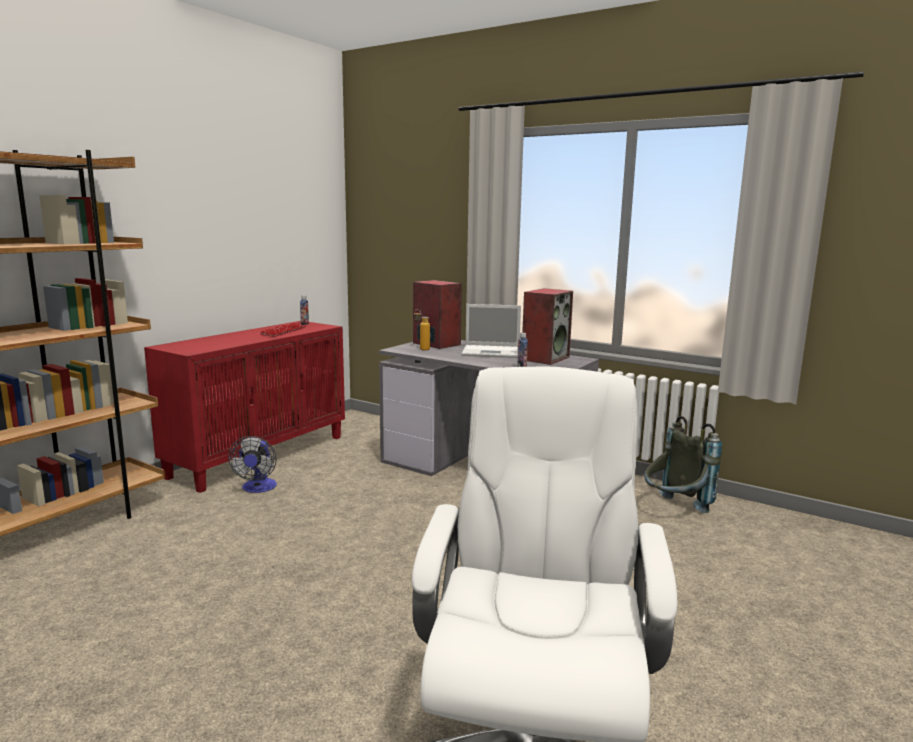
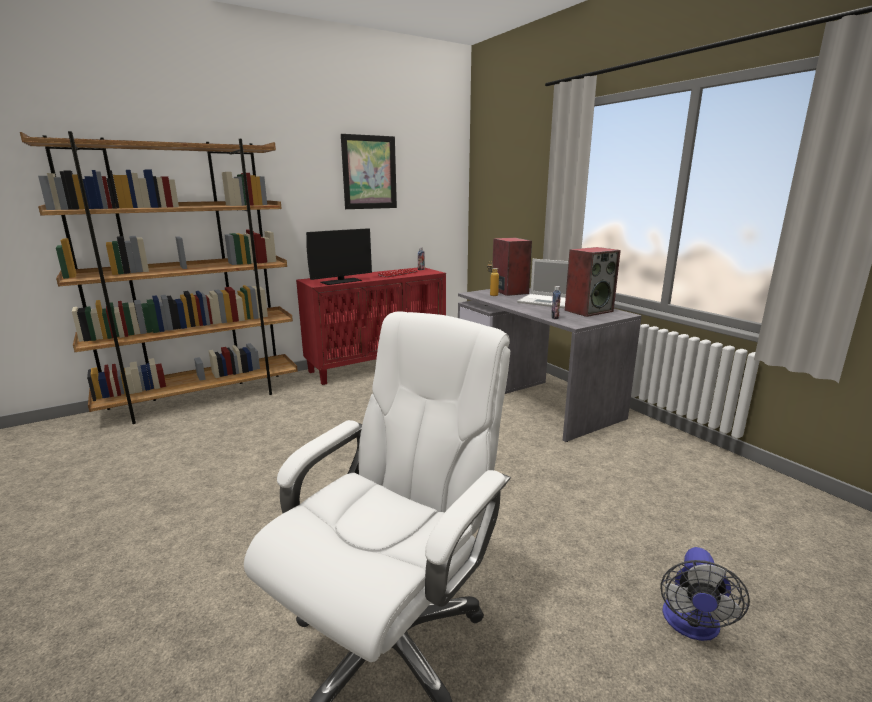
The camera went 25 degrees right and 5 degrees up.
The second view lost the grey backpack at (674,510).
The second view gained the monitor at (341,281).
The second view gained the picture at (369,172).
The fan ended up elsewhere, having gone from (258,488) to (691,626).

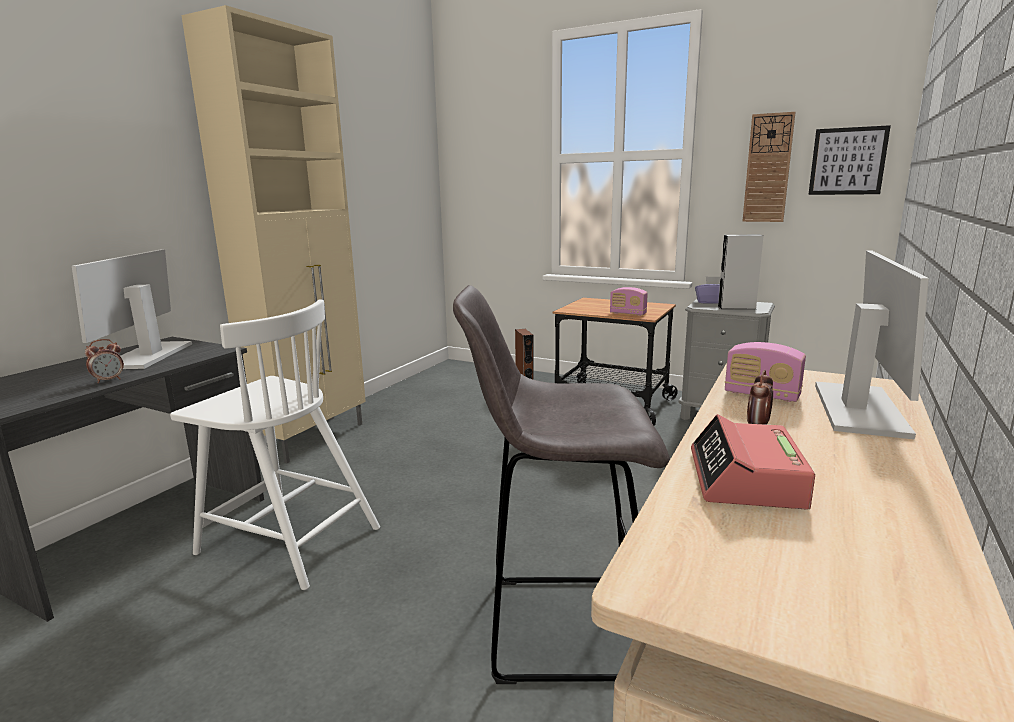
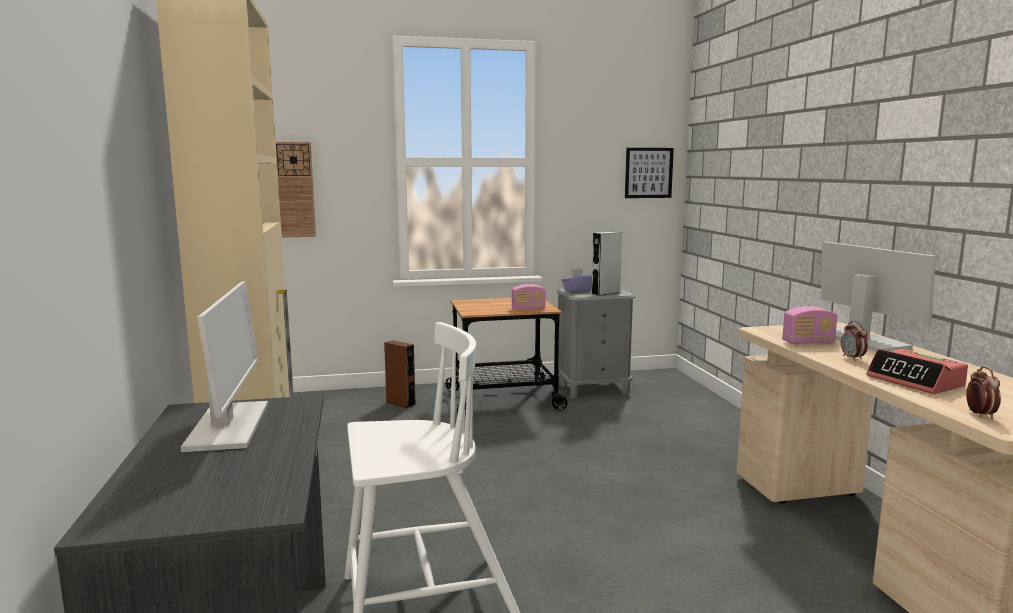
The camera went 40 degrees left and 5 degrees down.
The second view lost the grey stool at (557,626).
The alarm clock ended up elsewhere, having gone from (109,380) to (980,415).
The wall clock ended up elsewhere, having gone from (768,168) to (295,190).
The monitor at (148,355) ended up facing another way, 150 degrees counterclockwise from before.

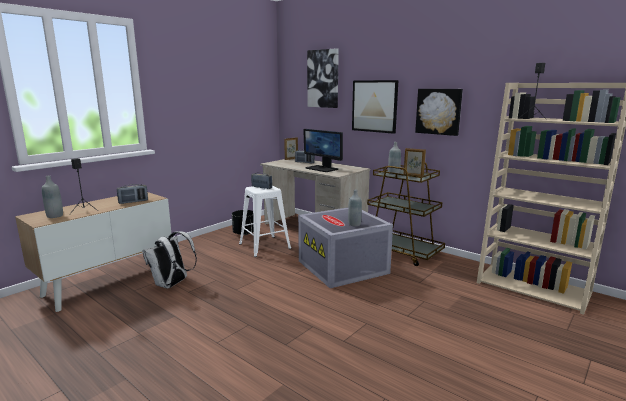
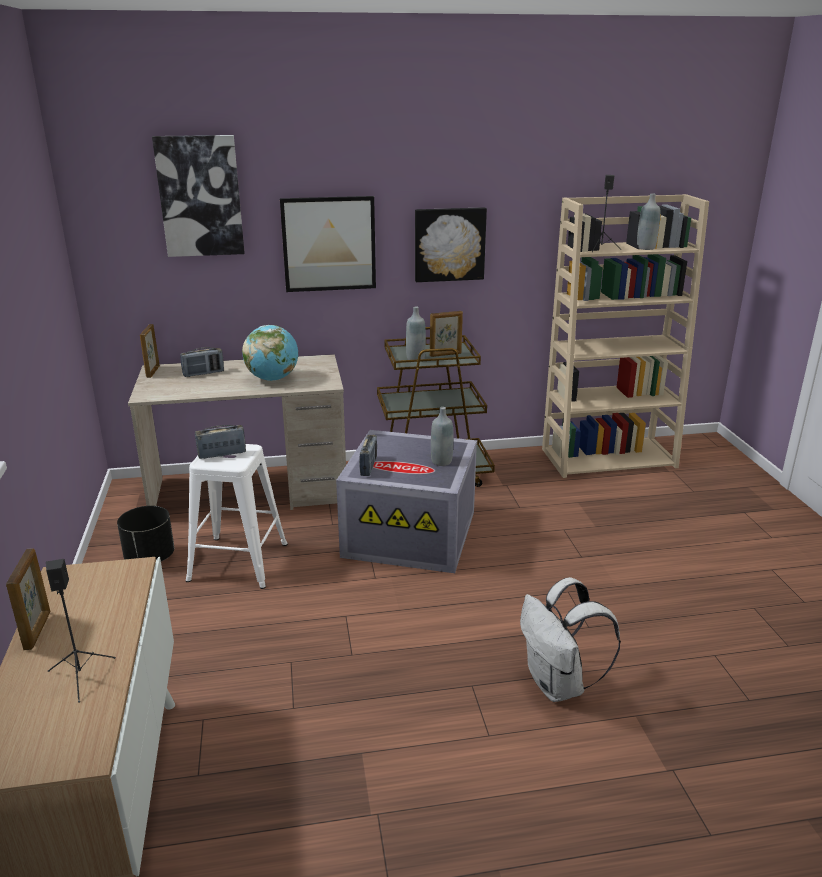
The camera went 50 degrees left and 10 degrees up.
The second view gained the picture frame at (38,630).
The grey bottle ended up elsewhere, having gone from (55,216) to (645,248).
The radio ended up elsewhere, having gone from (133,202) to (368,466).
The white backpack ended up elsewhere, having gone from (172,284) to (559,685).
Where the monitor stood at (322,168), the globe came to stand at (272,379).

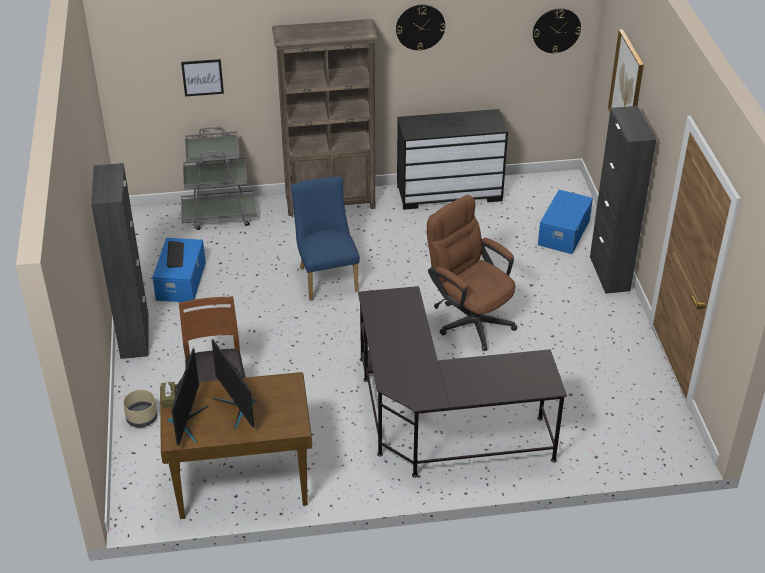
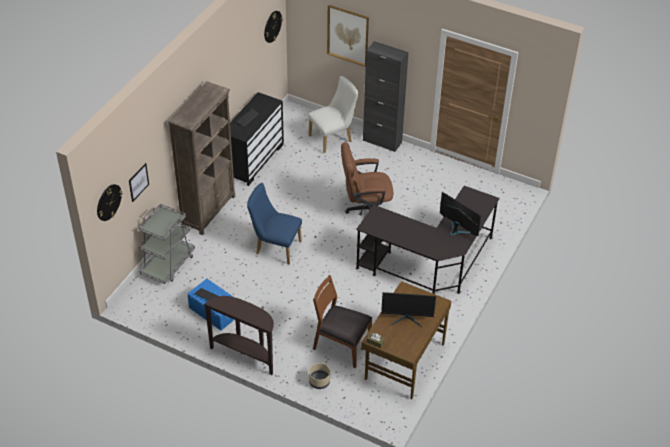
The camera went 55 degrees left and 5 degrees up.
The monitor ended up elsewhere, having gone from (187,422) to (457,229).
The wall clock ended up elsewhere, having gone from (420,27) to (108,202).
Where the black cabinet stood at (134,336), the brown console table came to stand at (245,355).
Where the blue storage box stood at (563,232), the white chair came to stand at (333,138).

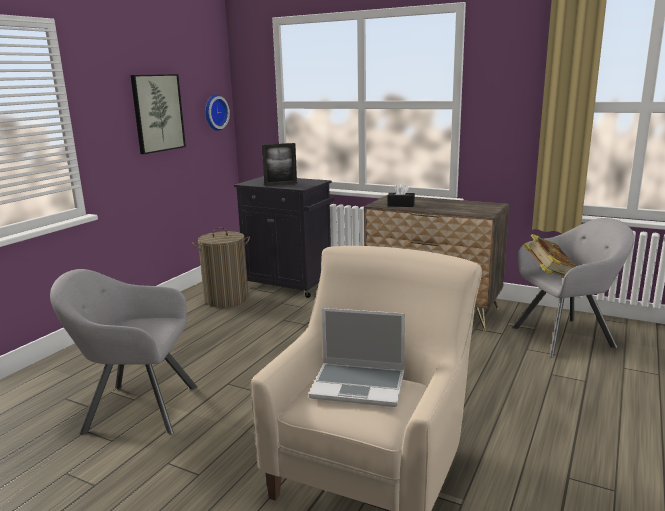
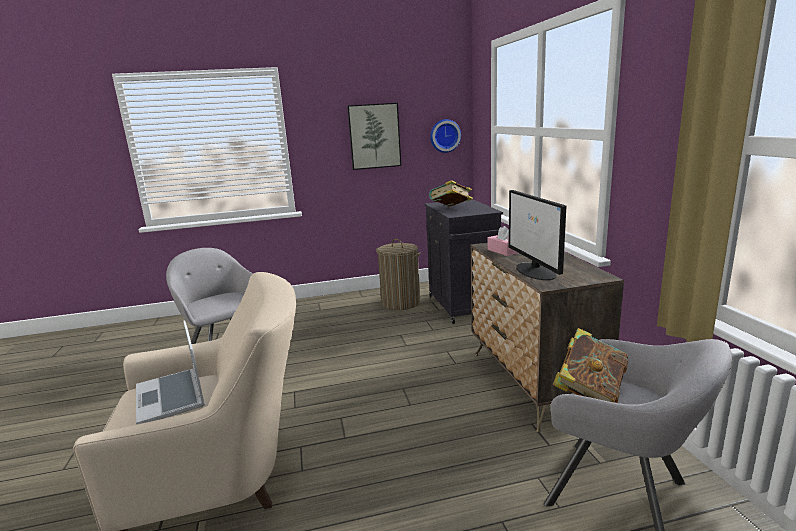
The camera went 50 degrees right and 0 degrees up.
The second view gained the monitor at (535,271).
Where the picture frame stood at (280,184), the book came to stand at (451,209).
What was the black tissue box at (401,205) turned into the pink tissue box at (503,251).

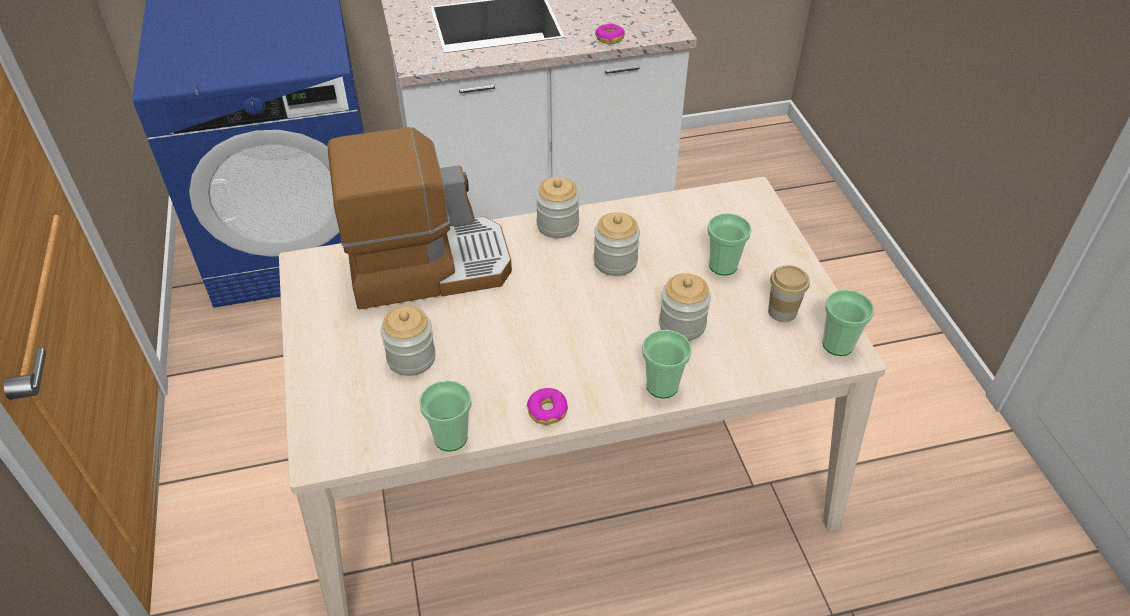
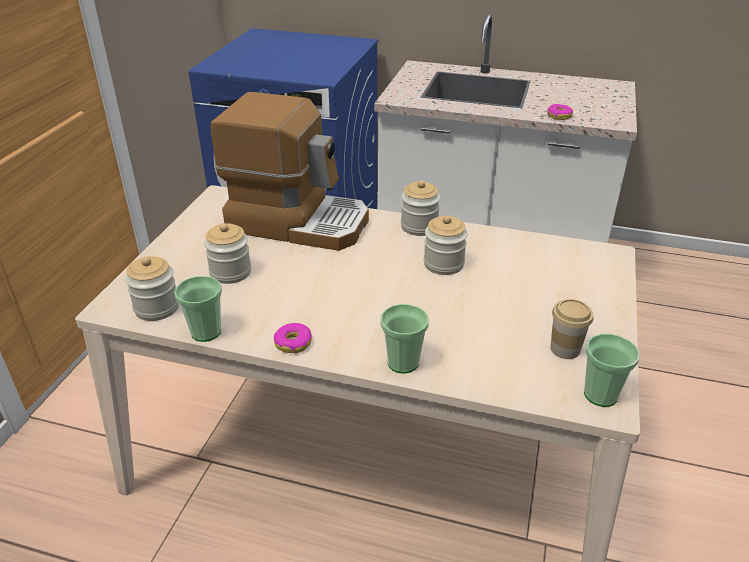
The camera went 30 degrees right and 10 degrees down.
The second view lost the cup at (723,266).
The jar ended up elsewhere, having gone from (682,325) to (157,308).

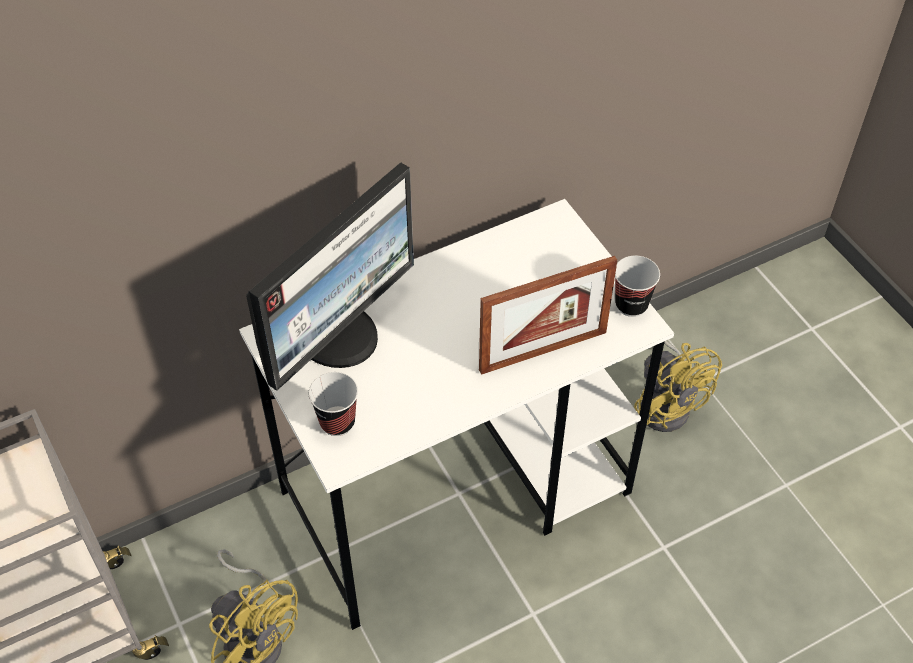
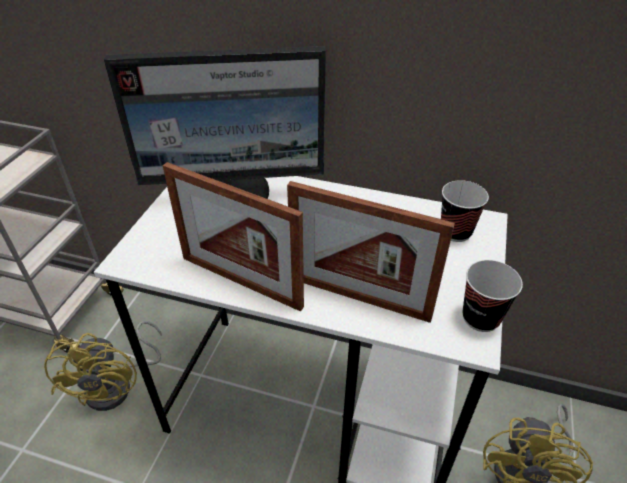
The camera went 45 degrees right and 10 degrees down.
The second view gained the picture frame at (241,281).
The cup ended up elsewhere, having gone from (337,422) to (455,232).

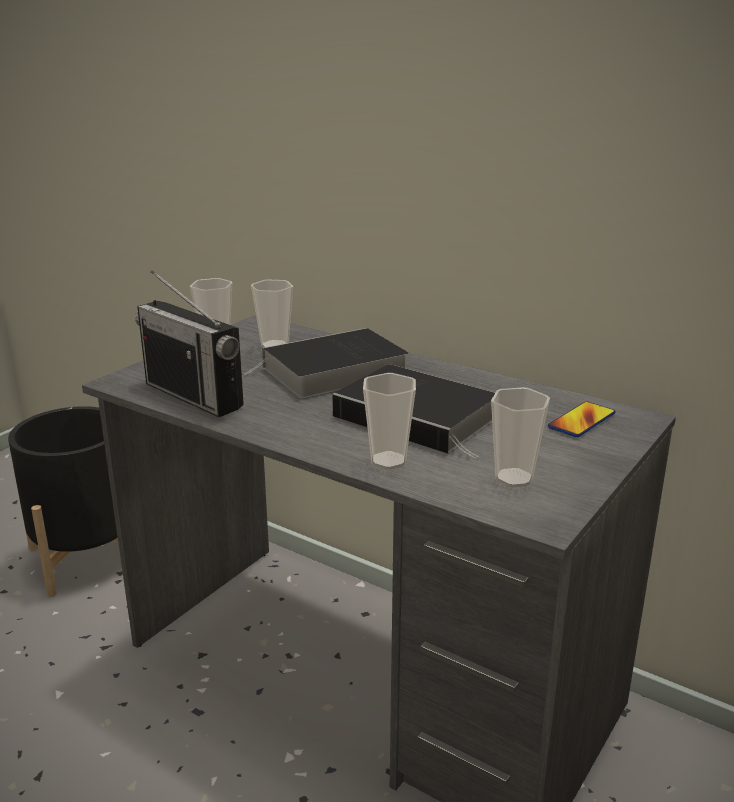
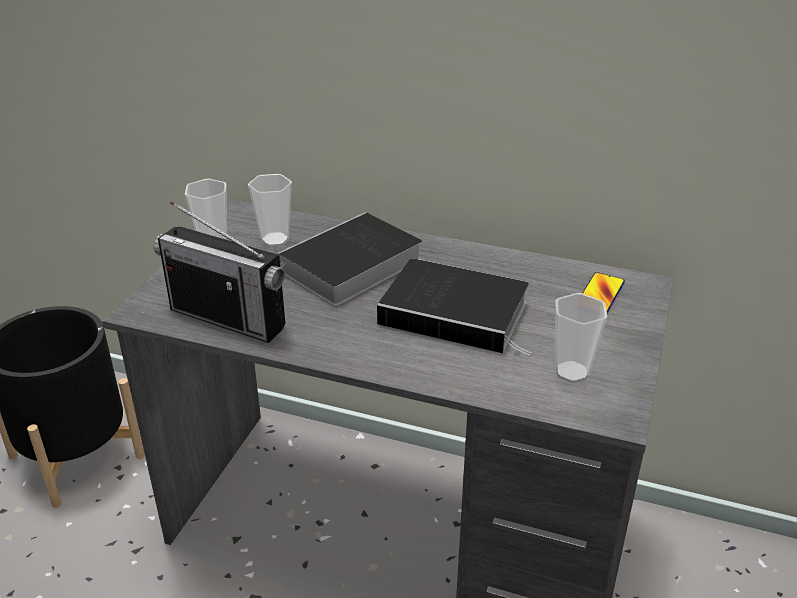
The camera went 15 degrees left and 10 degrees up.
The second view lost the cup at (388,461).

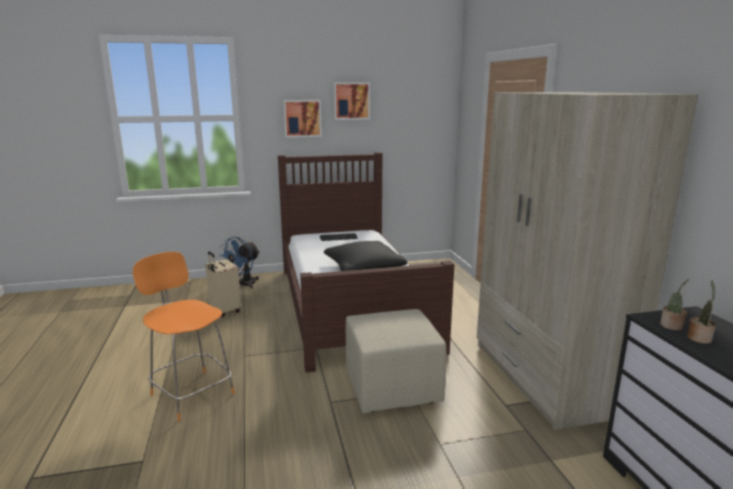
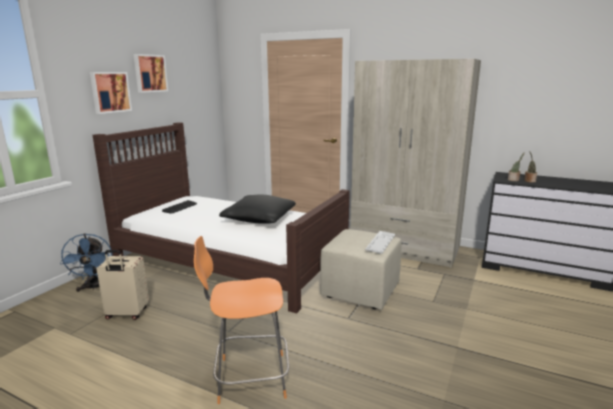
The camera went 50 degrees left and 0 degrees up.
The second view gained the keyboard at (380,242).

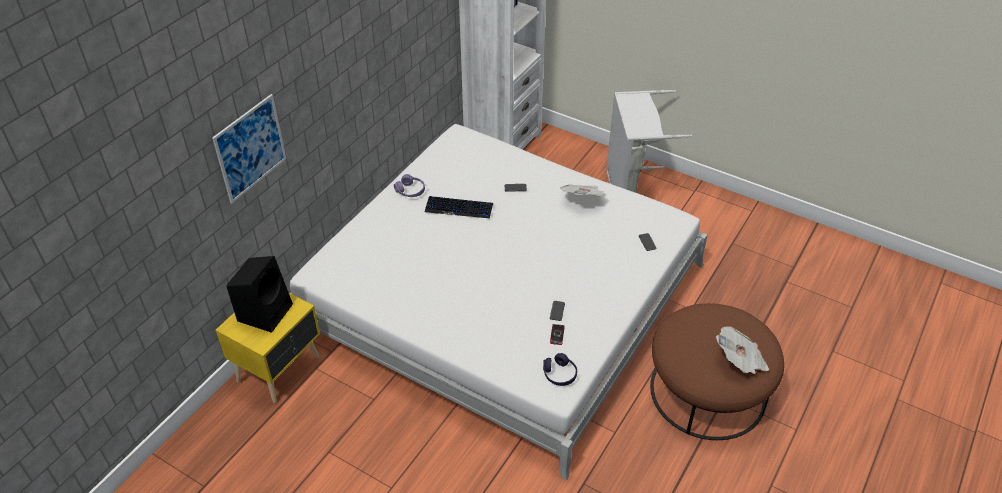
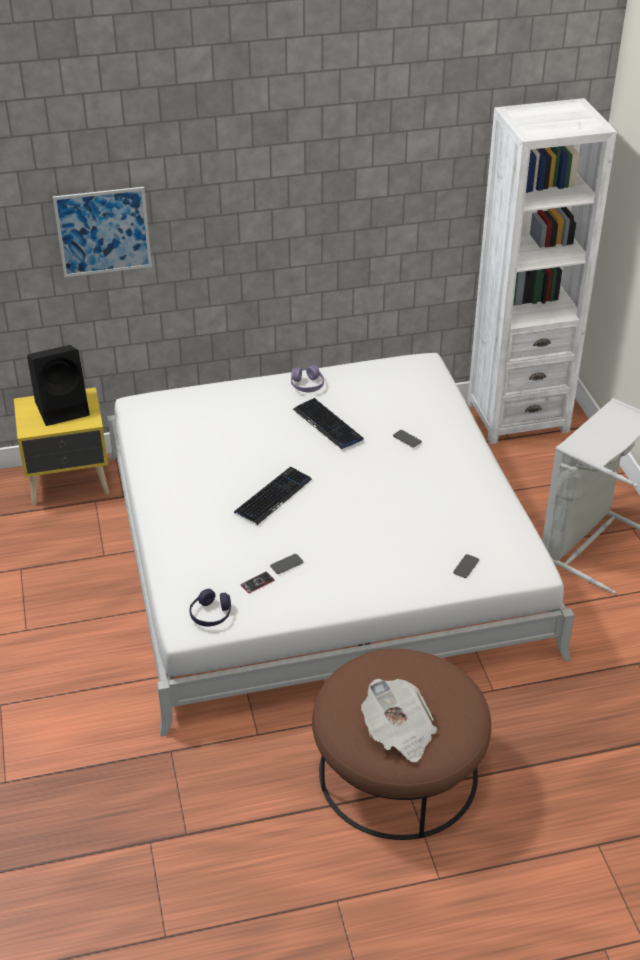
The camera went 45 degrees right and 5 degrees down.
The second view lost the newspaper at (583,199).
The second view gained the keyboard at (273,496).

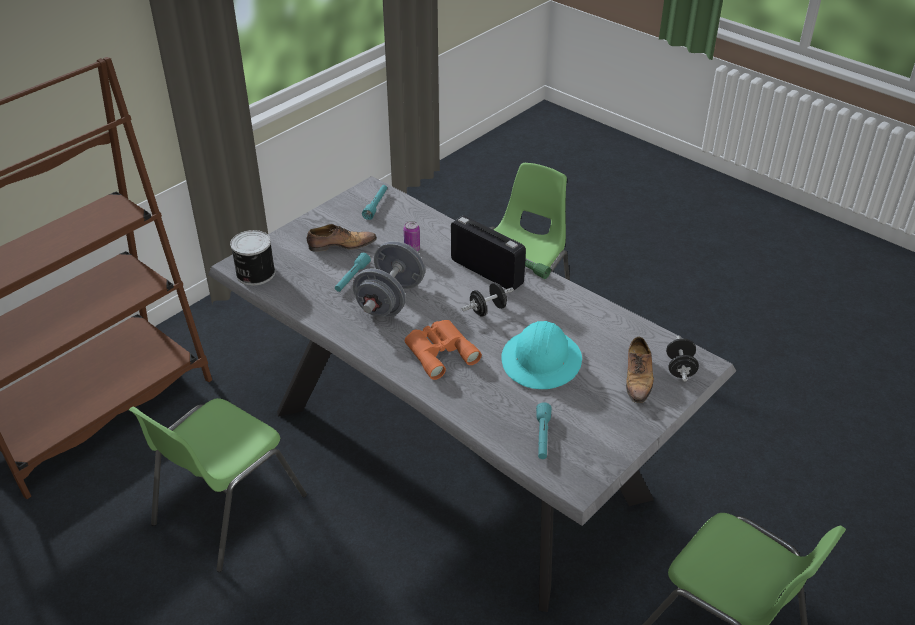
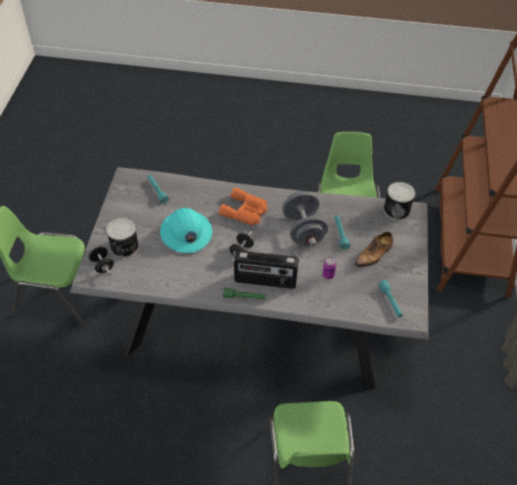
The camera went 145 degrees right and 10 degrees up.
Where the shoe stood at (638,378), the can came to stand at (124,247).

